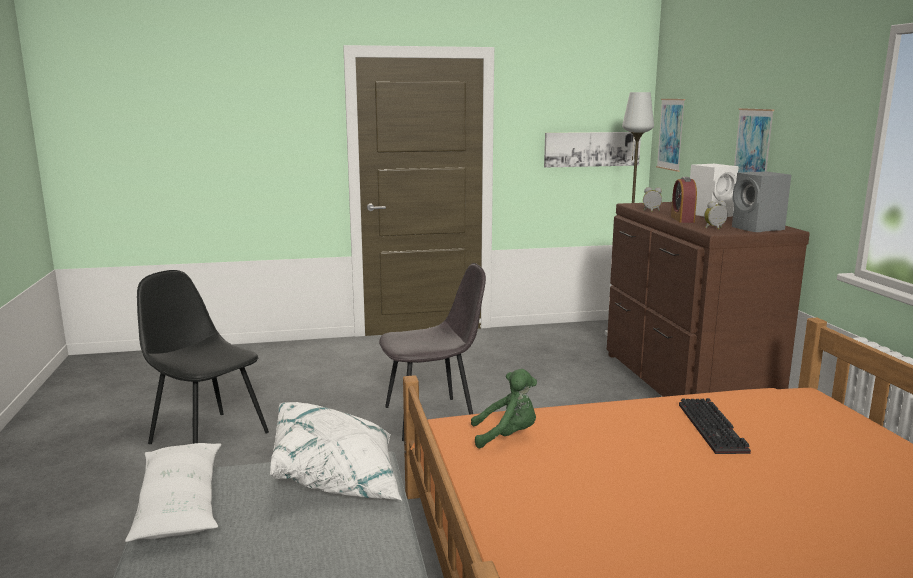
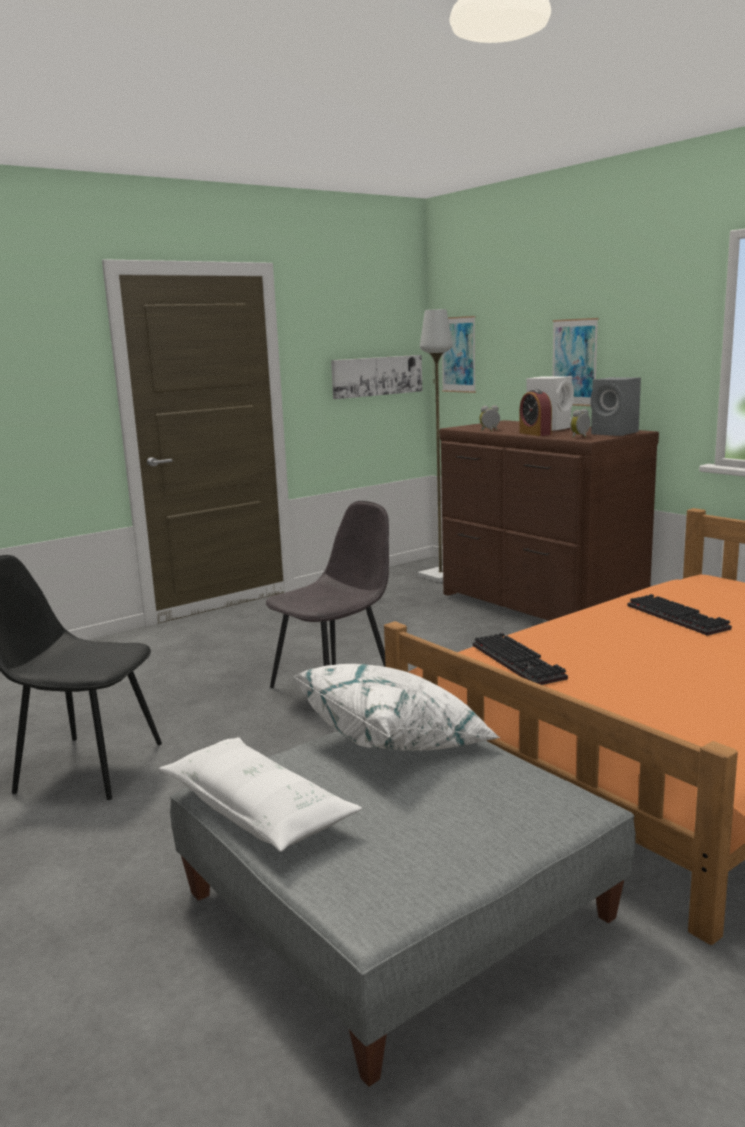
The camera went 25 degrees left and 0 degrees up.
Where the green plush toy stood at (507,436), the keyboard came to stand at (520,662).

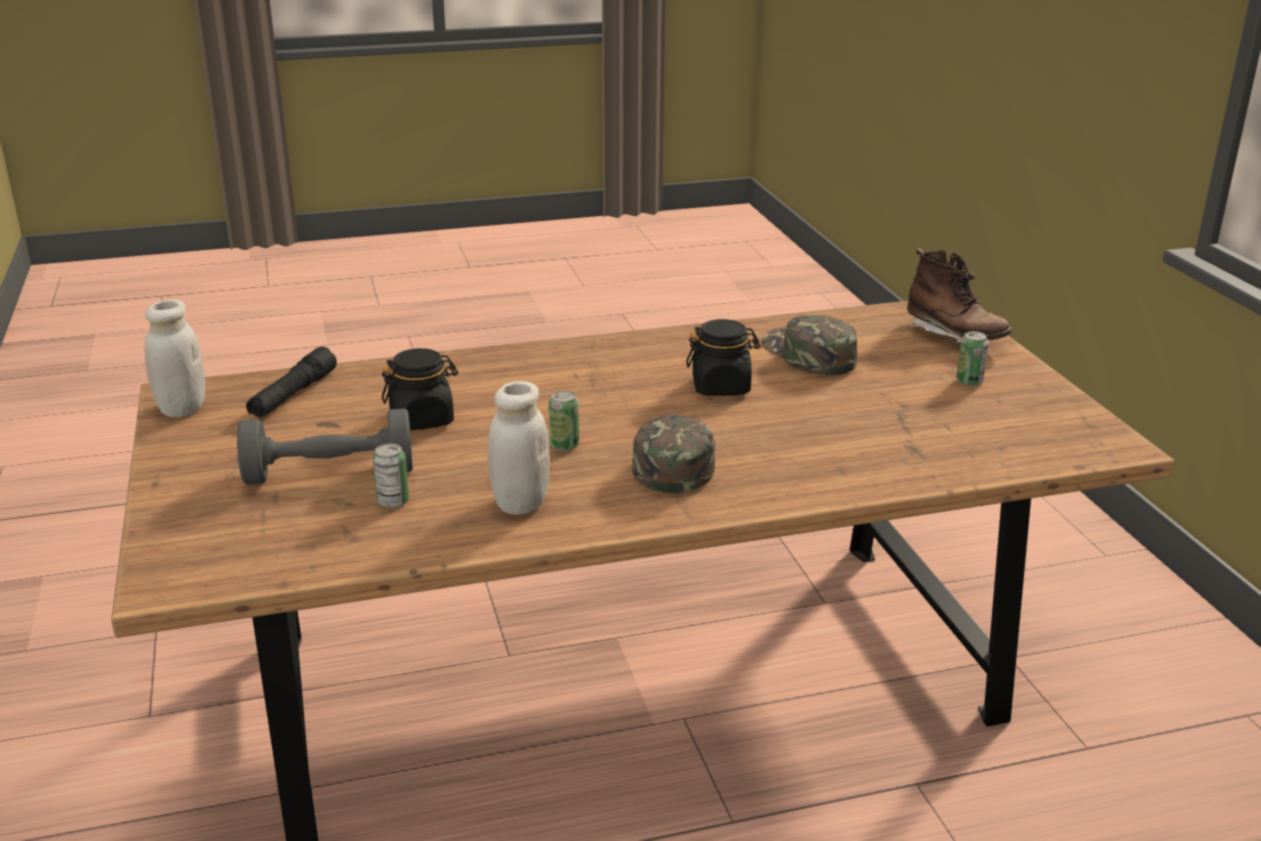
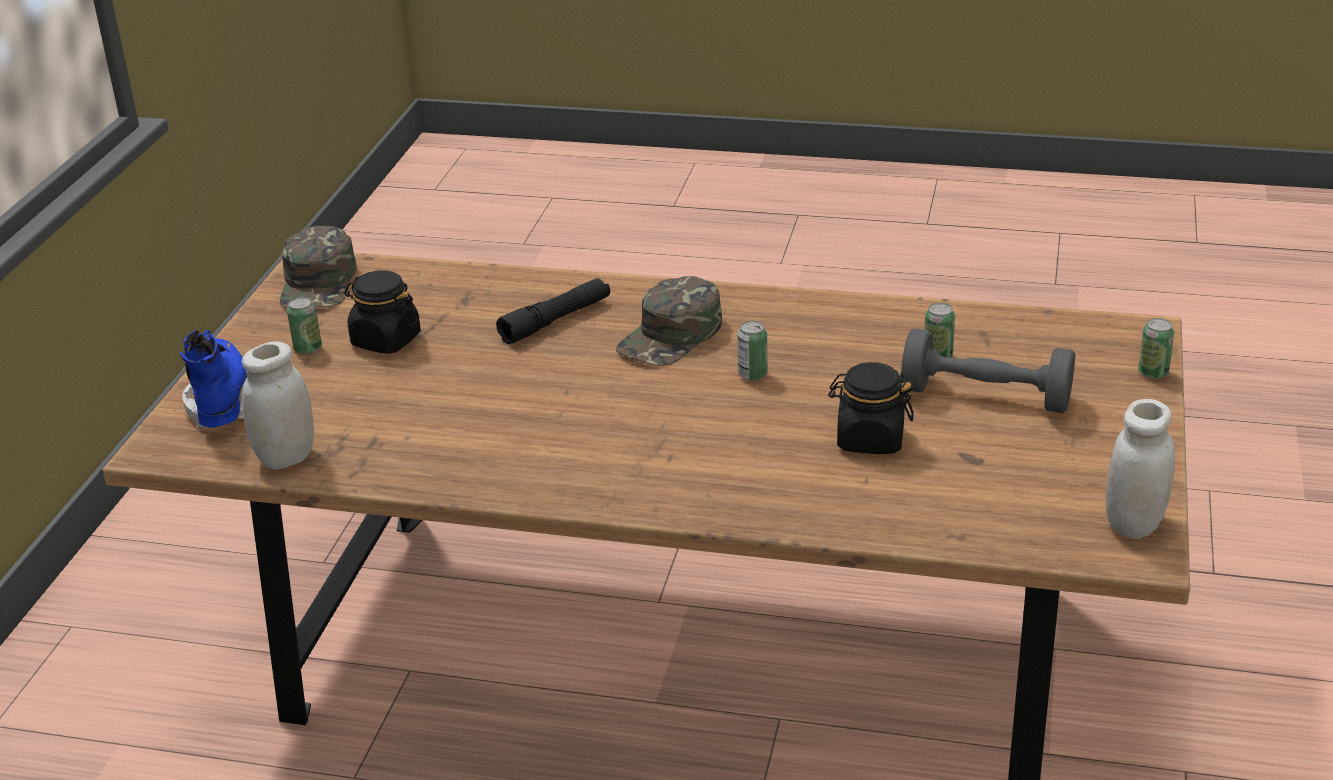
The camera went 150 degrees left and 5 degrees up.
The second view gained the can at (1153,373).
The black flashlight ended up elsewhere, having gone from (293,395) to (556,320).
The white jar ended up elsewhere, having gone from (520,503) to (286,457).
The black jar ended up elsewhere, having gone from (721,387) to (385,340).
The green cap ended up elsewhere, having gone from (808,354) to (319,283).
What was the brown boot at (954,336) turned into the blue boot at (222,404).

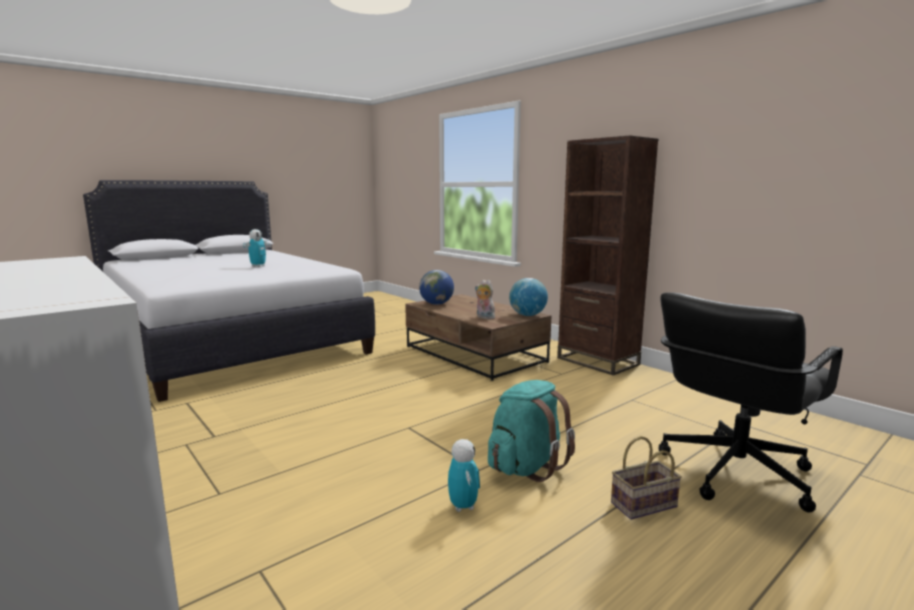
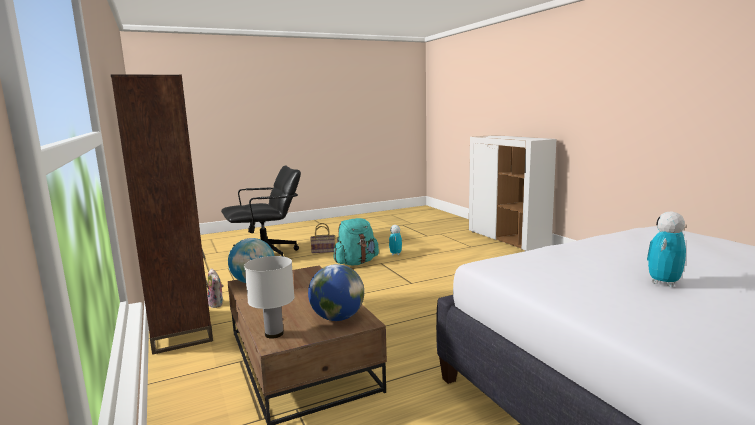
The camera went 165 degrees left and 0 degrees up.
The second view gained the white table lamp at (273,334).
The plush toy ended up elsewhere, having gone from (484,317) to (217,304).

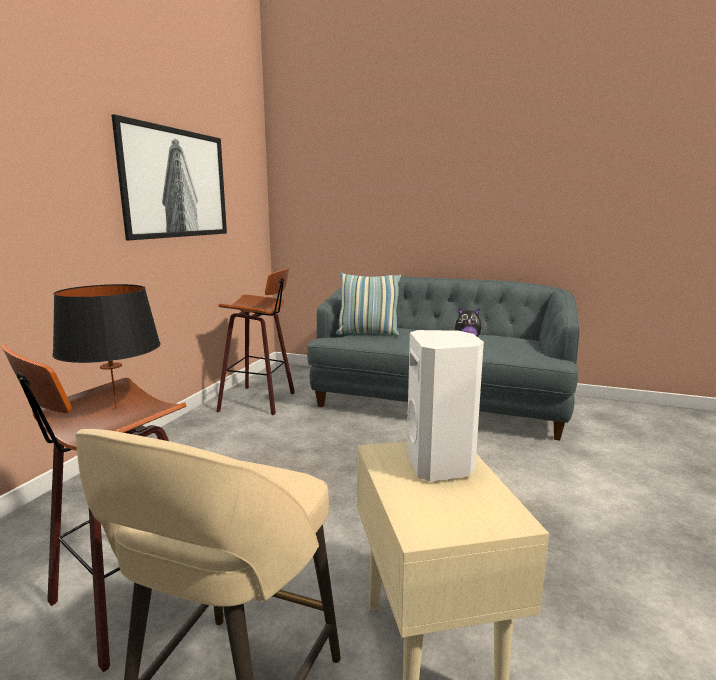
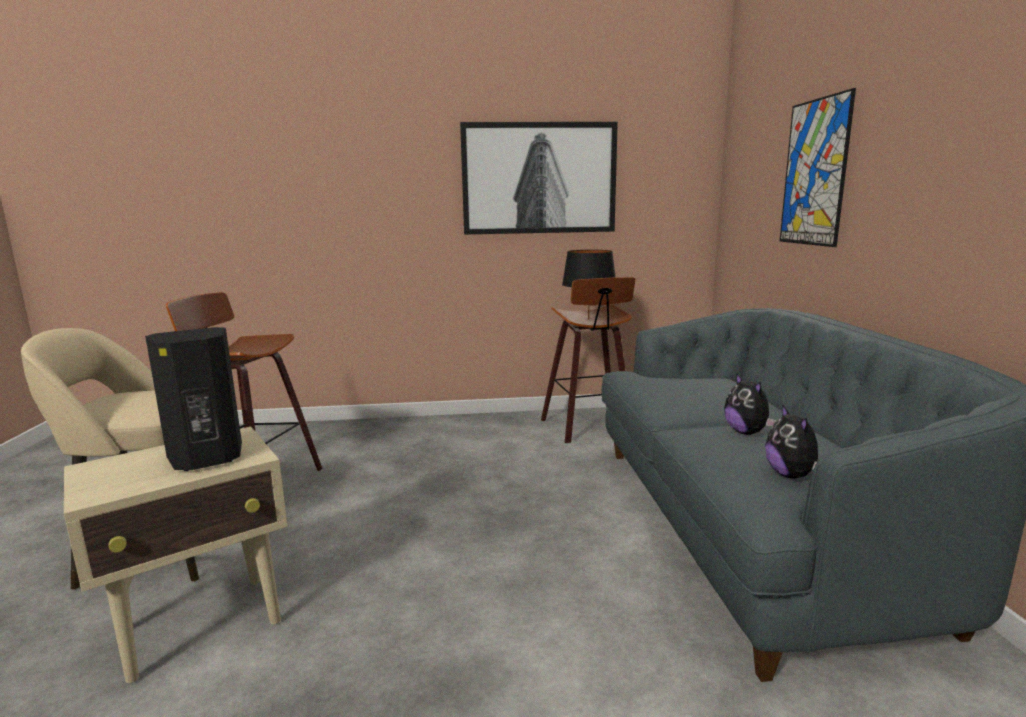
The camera went 65 degrees right and 0 degrees up.
The second view lost the pillow at (368,333).
The second view gained the plush toy at (792,475).
The second view gained the picture at (814,173).
The black table lamp ended up elsewhere, having gone from (116,408) to (588,319).
What was the white speaker at (441,465) turned into the black speaker at (206,459).

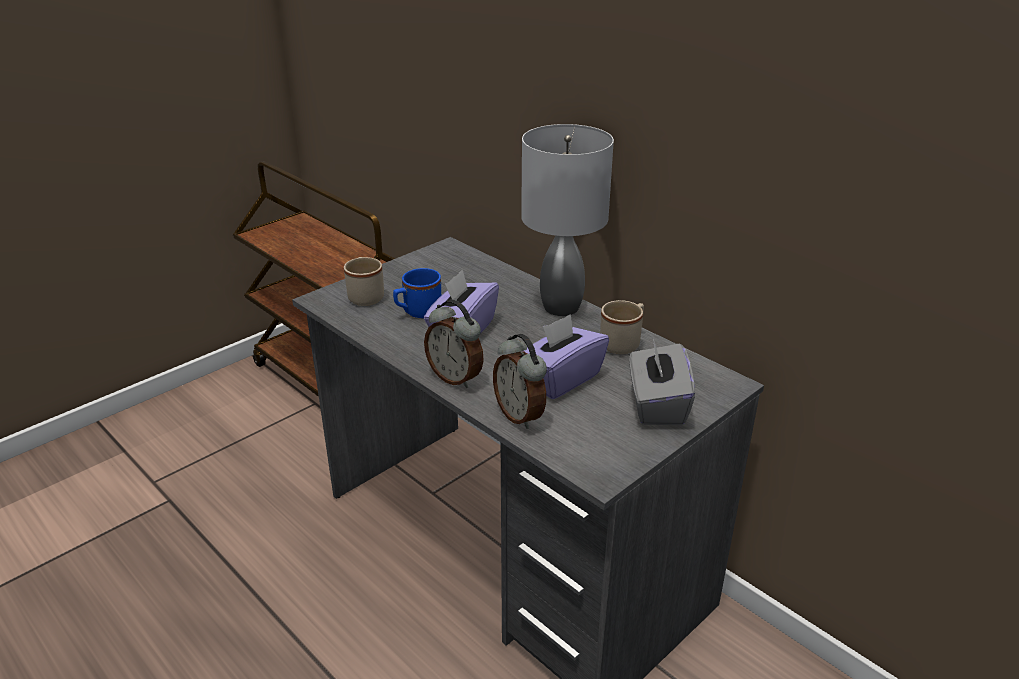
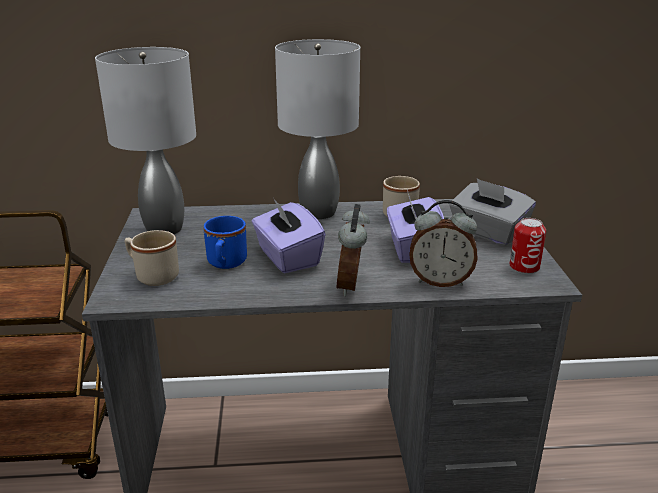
The camera went 50 degrees left and 5 degrees down.
The second view gained the grey table lamp at (164,228).
The second view gained the can at (524,267).
The alarm clock at (456,377) ended up facing another way, 105 degrees clockwise from before.

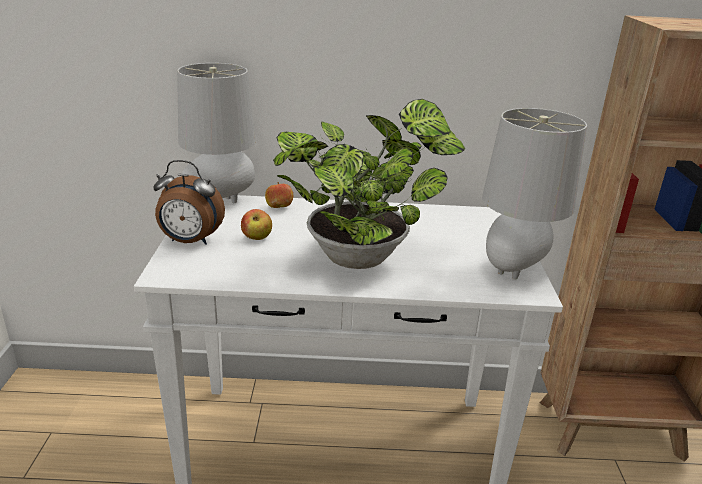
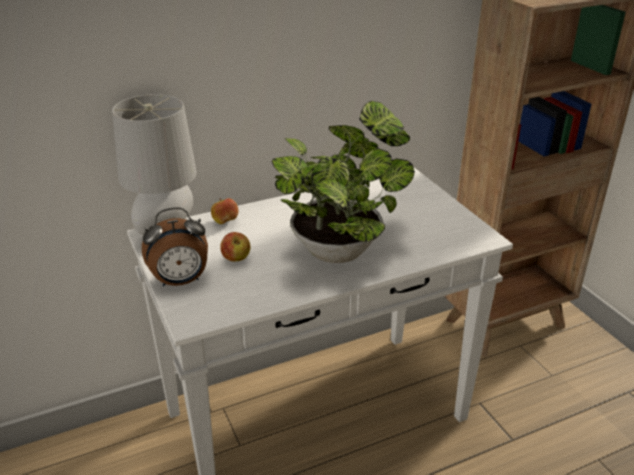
The camera went 25 degrees left and 5 degrees up.
The second view lost the grey table lamp at (514,270).

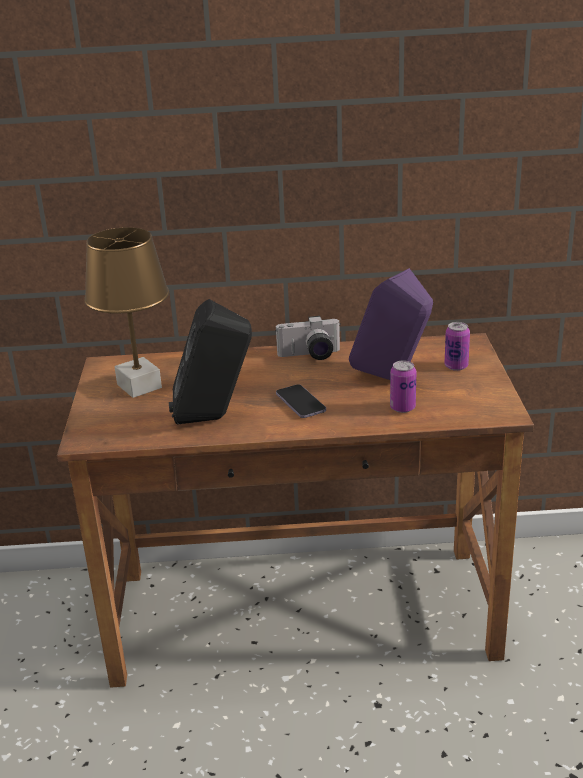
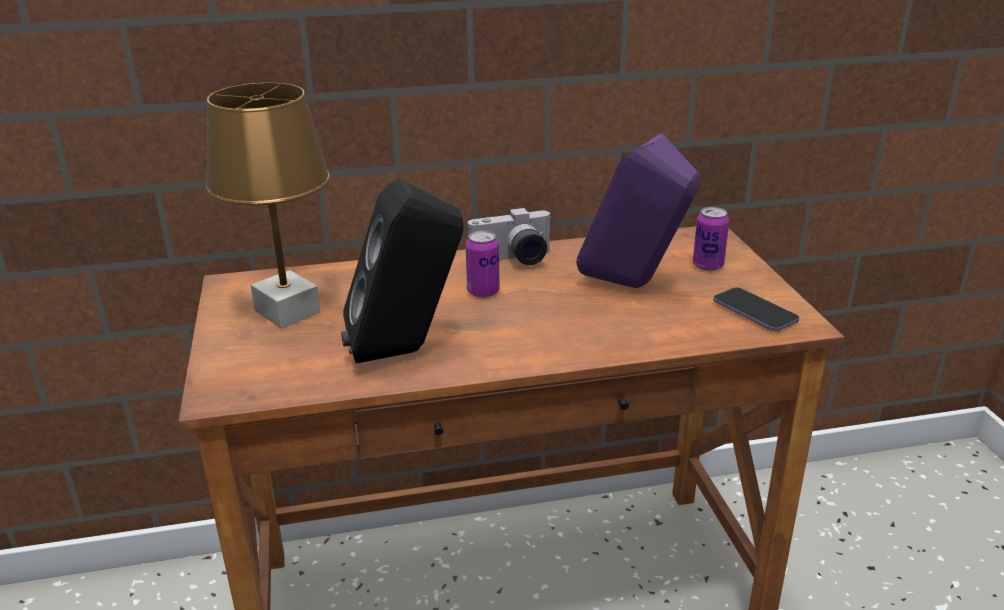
The camera went 10 degrees left and 0 degrees up.
The phone ended up elsewhere, having gone from (300,403) to (754,312).
The can ended up elsewhere, having gone from (402,408) to (483,292).

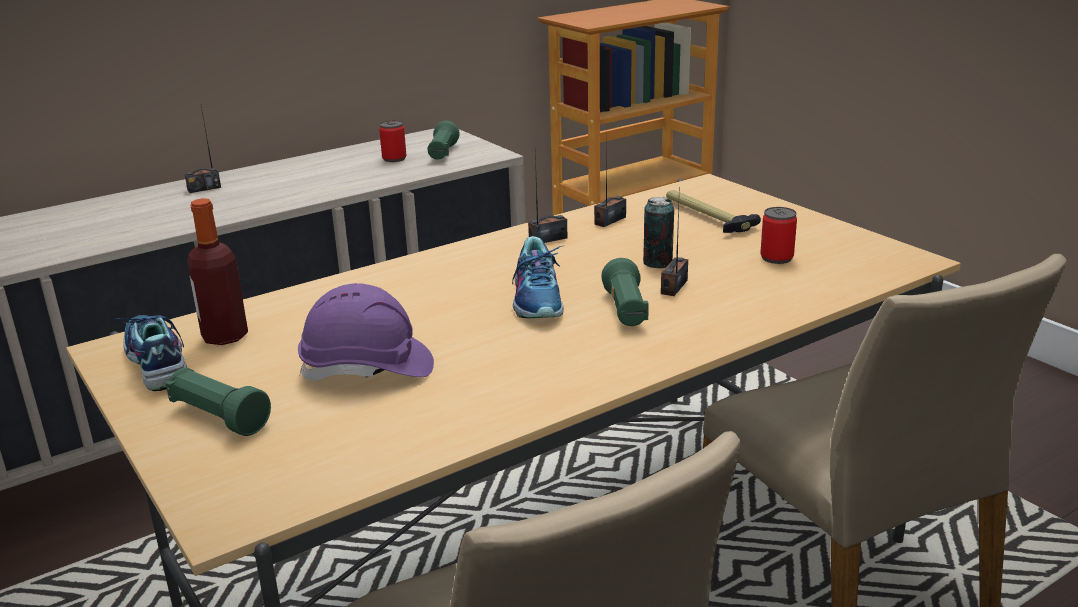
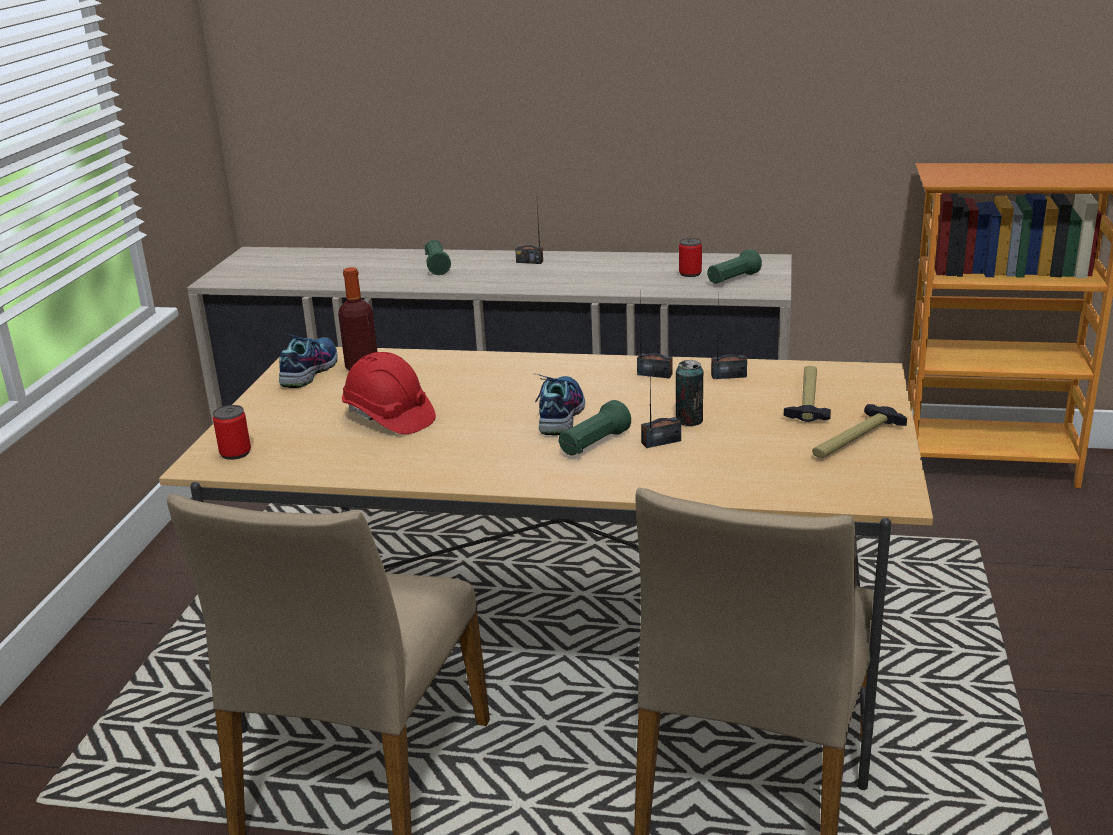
The camera went 45 degrees right and 0 degrees up.
The second view gained the hammer at (855,440).
The green flashlight ended up elsewhere, having gone from (219,417) to (437,266).
The can ended up elsewhere, having gone from (776,258) to (235,453).
What was the purple hard hat at (368,369) turned into the red hard hat at (388,417).
The shoe at (538,299) ended up facing another way, 150 degrees clockwise from before.

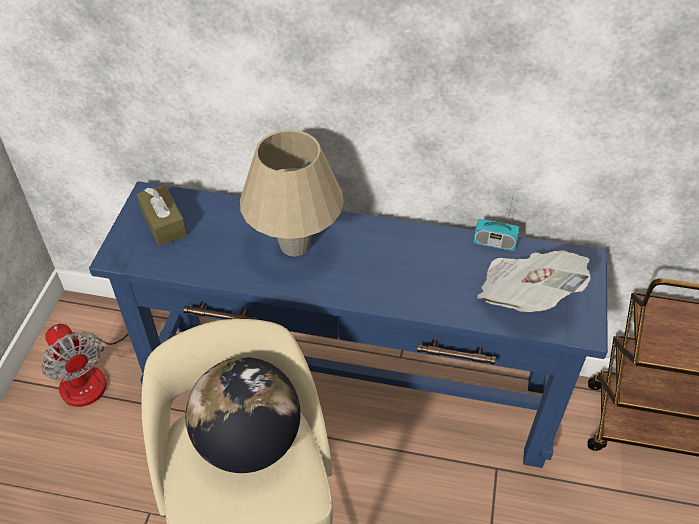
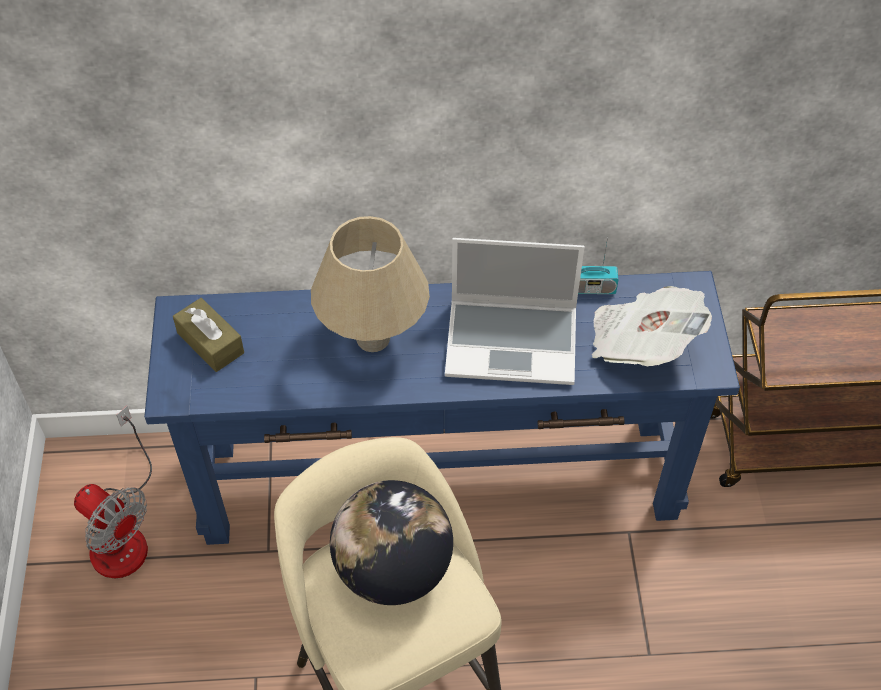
The camera went 15 degrees left and 5 degrees up.
The second view gained the laptop at (513,342).

